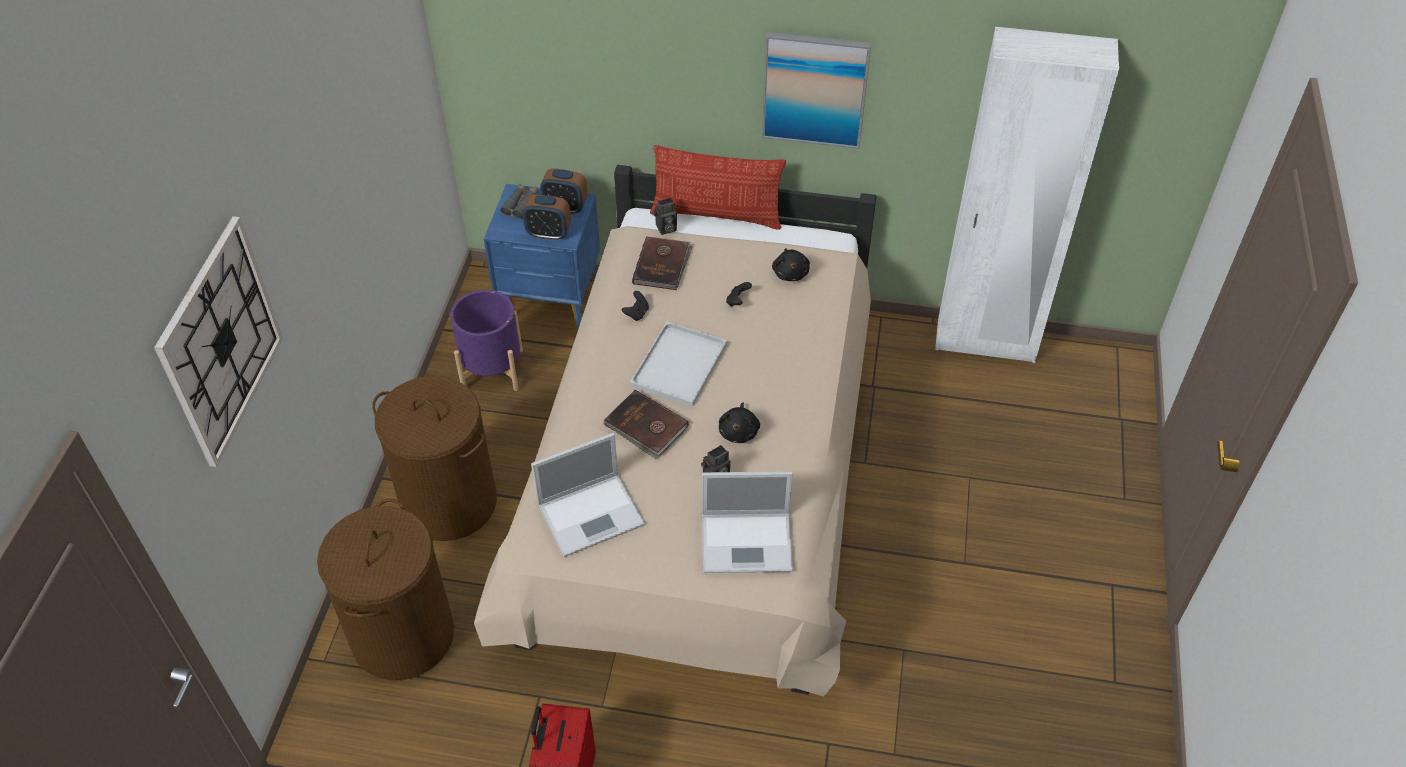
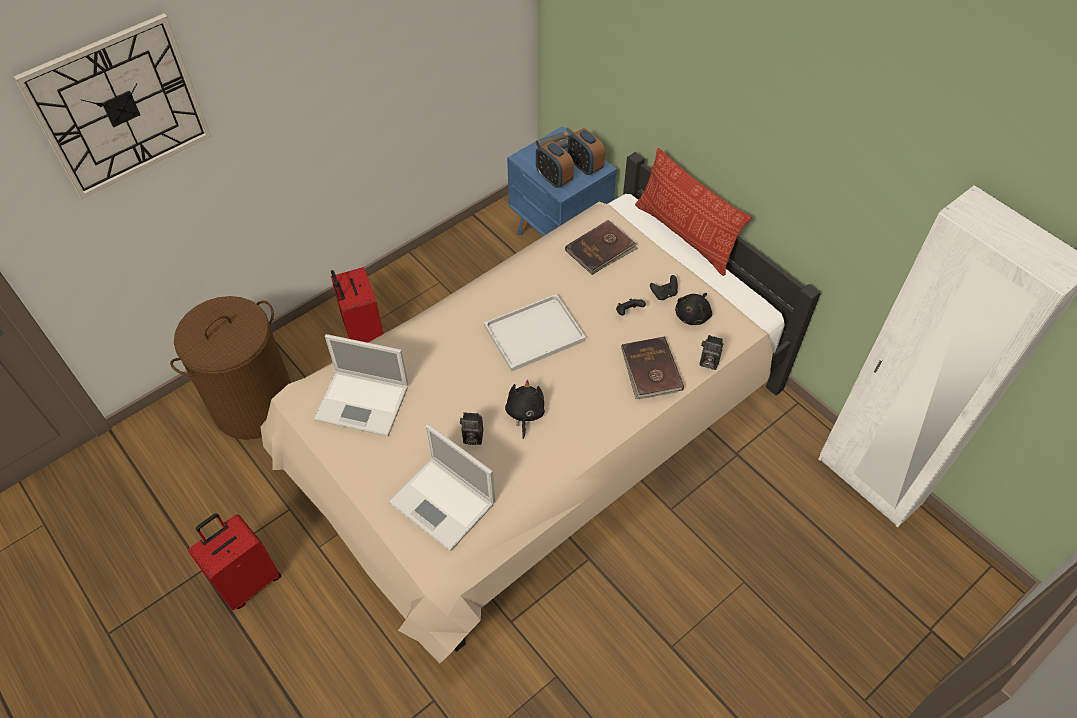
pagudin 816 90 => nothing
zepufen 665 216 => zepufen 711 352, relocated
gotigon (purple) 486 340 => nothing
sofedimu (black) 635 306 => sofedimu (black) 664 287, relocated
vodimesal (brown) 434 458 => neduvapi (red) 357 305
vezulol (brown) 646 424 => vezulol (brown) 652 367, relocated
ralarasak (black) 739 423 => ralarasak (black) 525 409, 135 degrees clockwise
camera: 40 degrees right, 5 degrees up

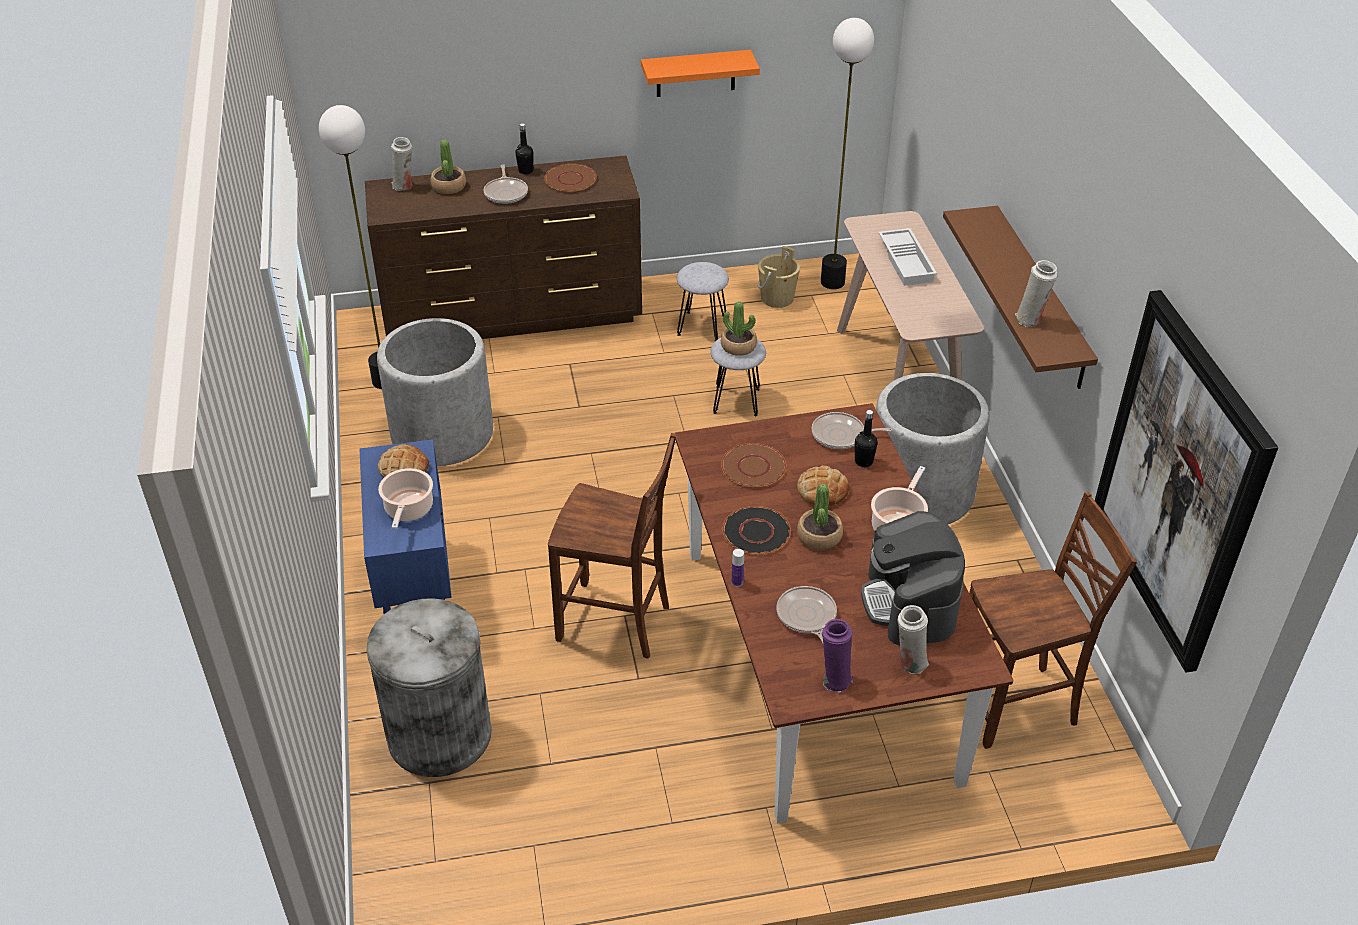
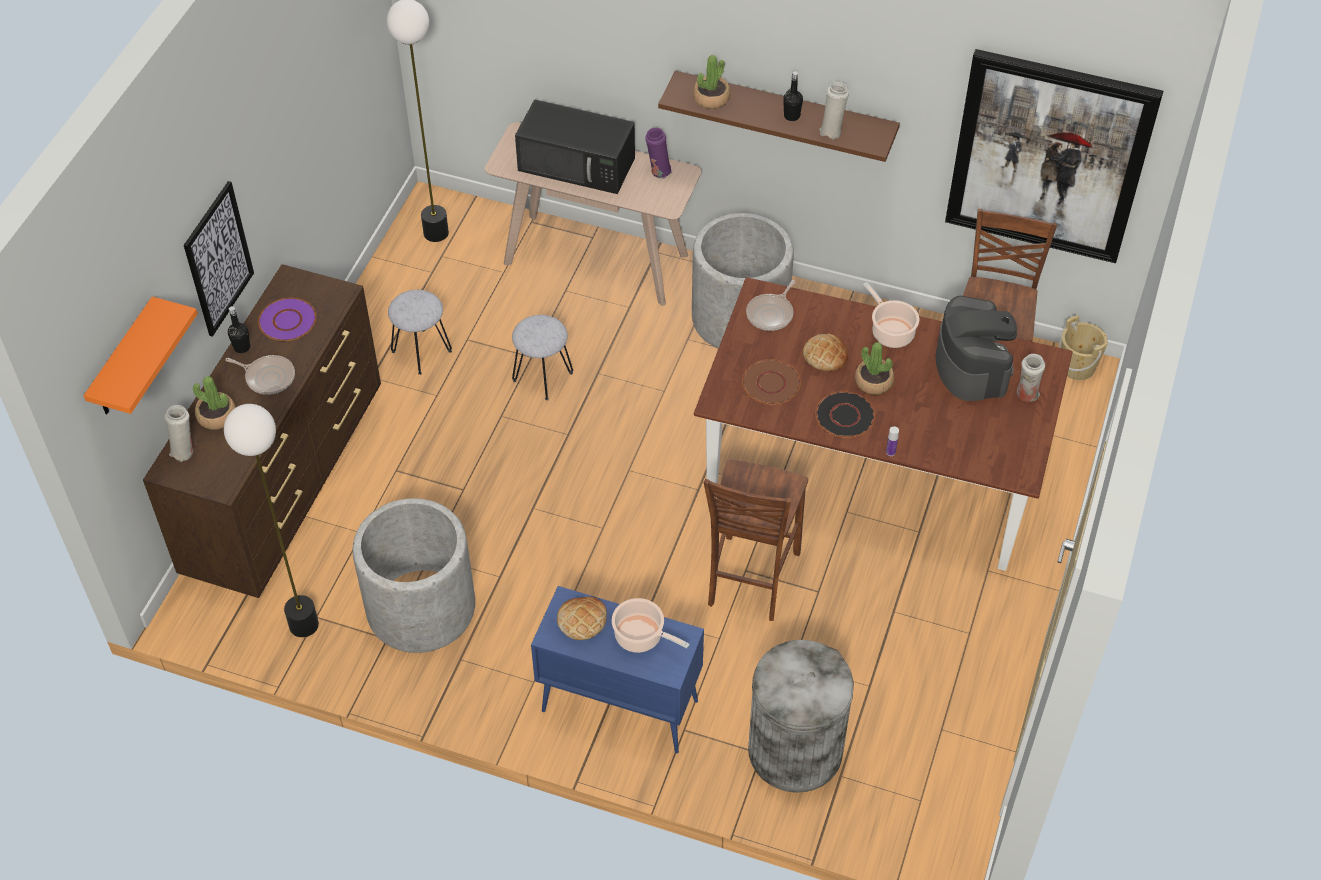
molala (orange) 700 73 => molala (orange) 141 355, relocated
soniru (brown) 570 178 => soniru (purple) 287 319
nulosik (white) 907 257 => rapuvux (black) 575 146
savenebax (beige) 779 277 => savenebax (beige) 1083 347, relocated
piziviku 739 328 => piziviku 711 82, relocated
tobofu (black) 866 438 => tobofu (black) 793 96, relocated
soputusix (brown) 612 546 => soputusix (brown) 756 540, 150 degrees clockwise
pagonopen 913 578 => pagonopen 976 348, 120 degrees counterclockwise
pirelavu 806 616 => nothing
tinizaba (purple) 837 656 => tinizaba (purple) 658 153, relocated
nothing => pagudin 219 259
camera: 60 degrees left, 10 degrees up

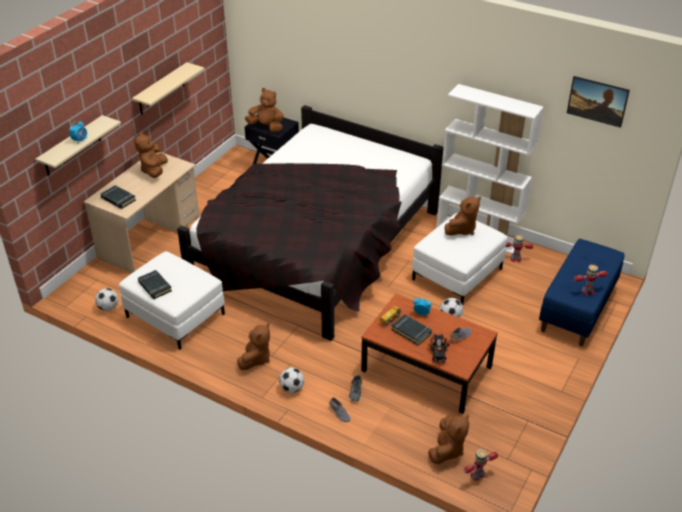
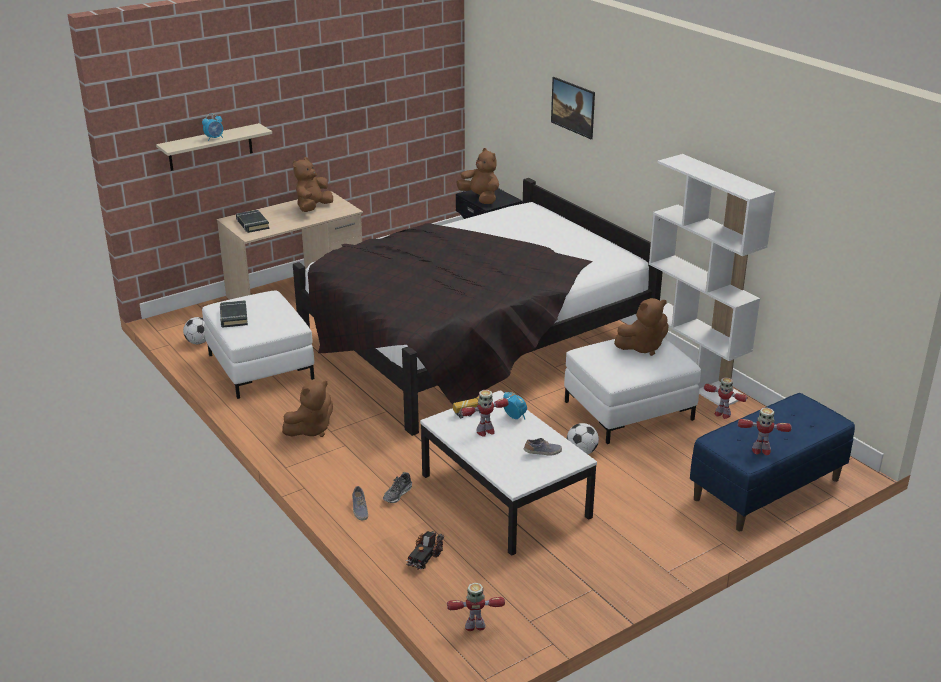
molala (beige) 168 88 => nothing
pagudin 598 102 => pagudin 573 108, relocated
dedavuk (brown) 429 354 => dedavuk (white) 508 473
vezulol (black) 411 330 => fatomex 485 413
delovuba 438 349 => delovuba 425 550, relocated
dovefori 291 380 => nothing
ralarasak (brown) 448 439 => nothing
camera: 25 degrees right, 10 degrees down

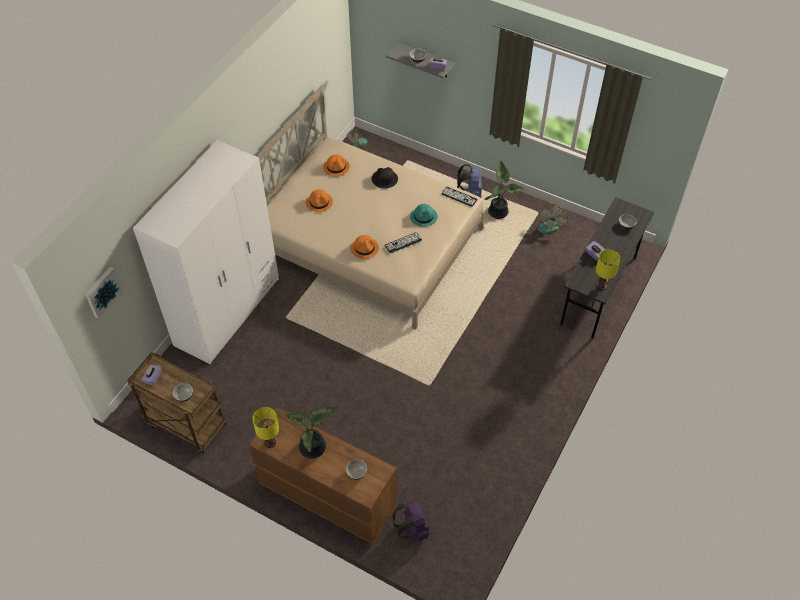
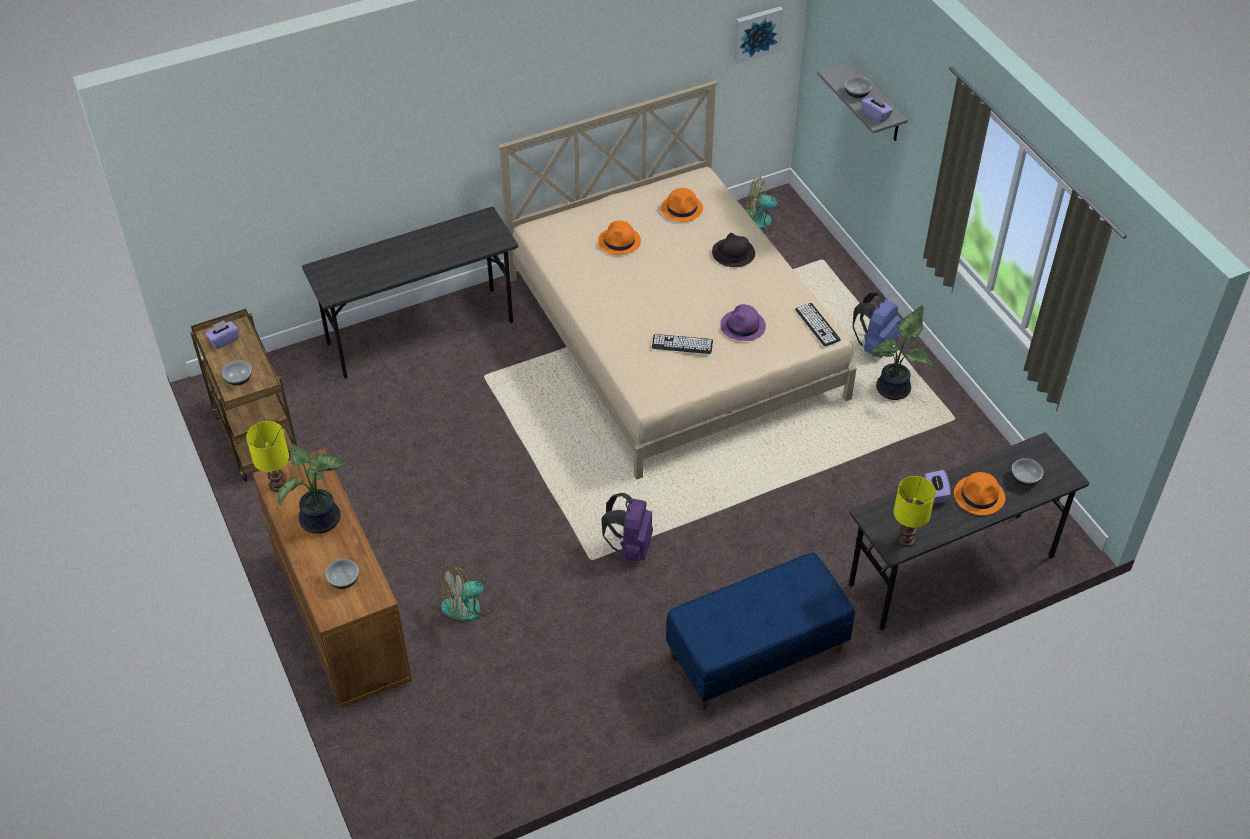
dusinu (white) 206 252 => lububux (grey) 410 292
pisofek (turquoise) 424 215 => pisofek (purple) 743 322
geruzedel 552 218 => geruzedel 470 594, relocated
pisofek (orange) 365 247 => pisofek (orange) 979 493, relocated
pagudin 104 293 => pagudin 758 35, relocated
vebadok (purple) 411 521 => vebadok (purple) 627 527, relocated
nothing => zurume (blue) 760 631
camera: 35 degrees right, 5 degrees down

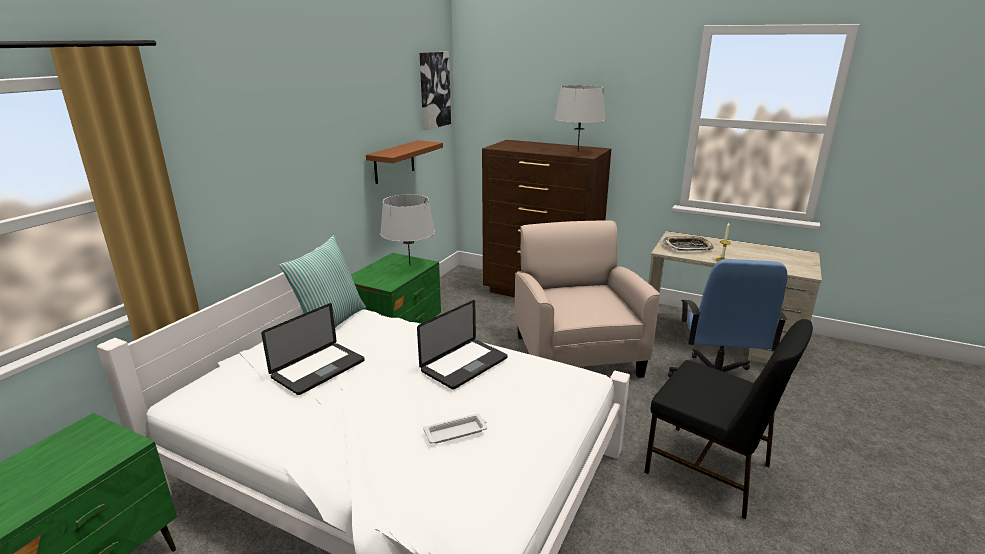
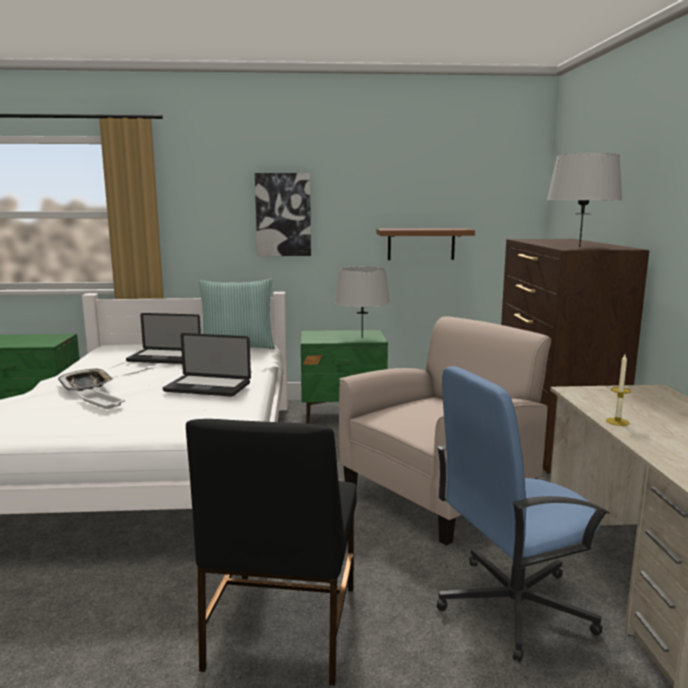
pagudin 435 91 => pagudin 283 214, relocated
nulosik 688 243 => nulosik 85 380, relocated
camera: 60 degrees right, 10 degrees down

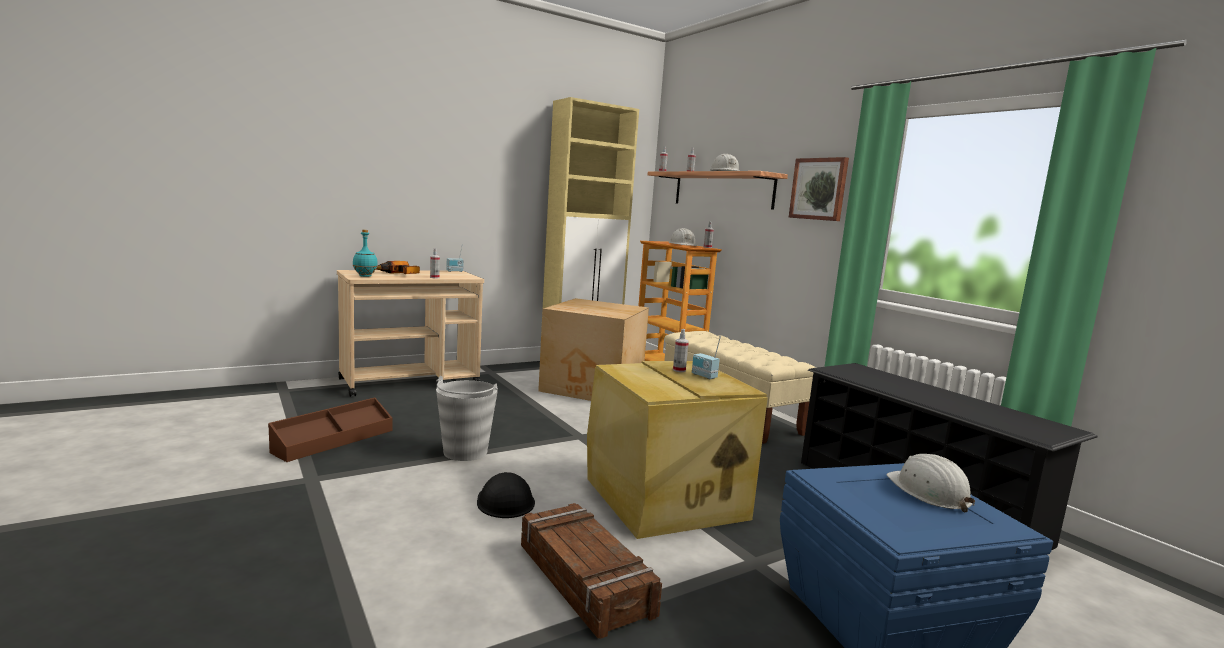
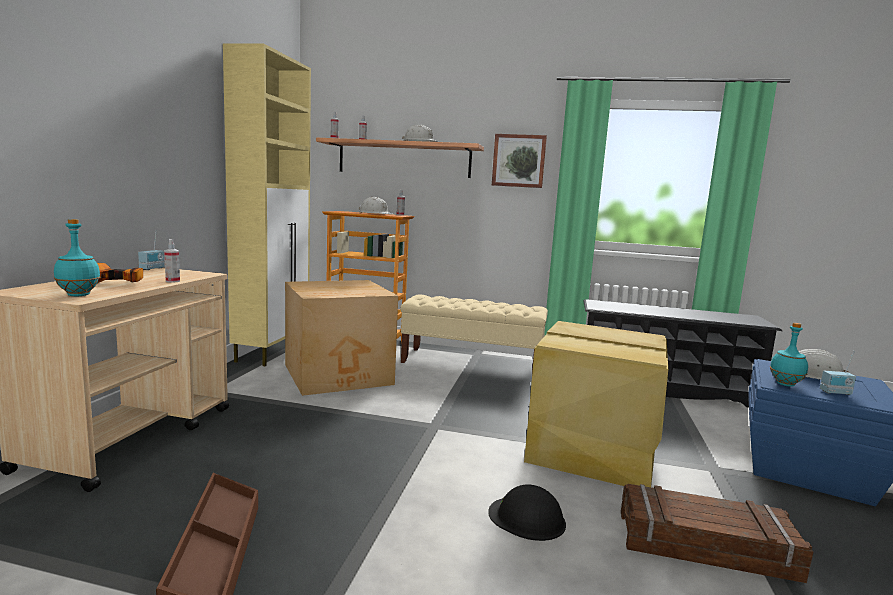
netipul 681 350 => nothing
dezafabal 706 357 => dezafabal 838 373, relocated
savenebax (grey) 467 418 => nothing
nothing => tobofu (turquoise) 789 355
camera: 45 degrees left, 0 degrees up

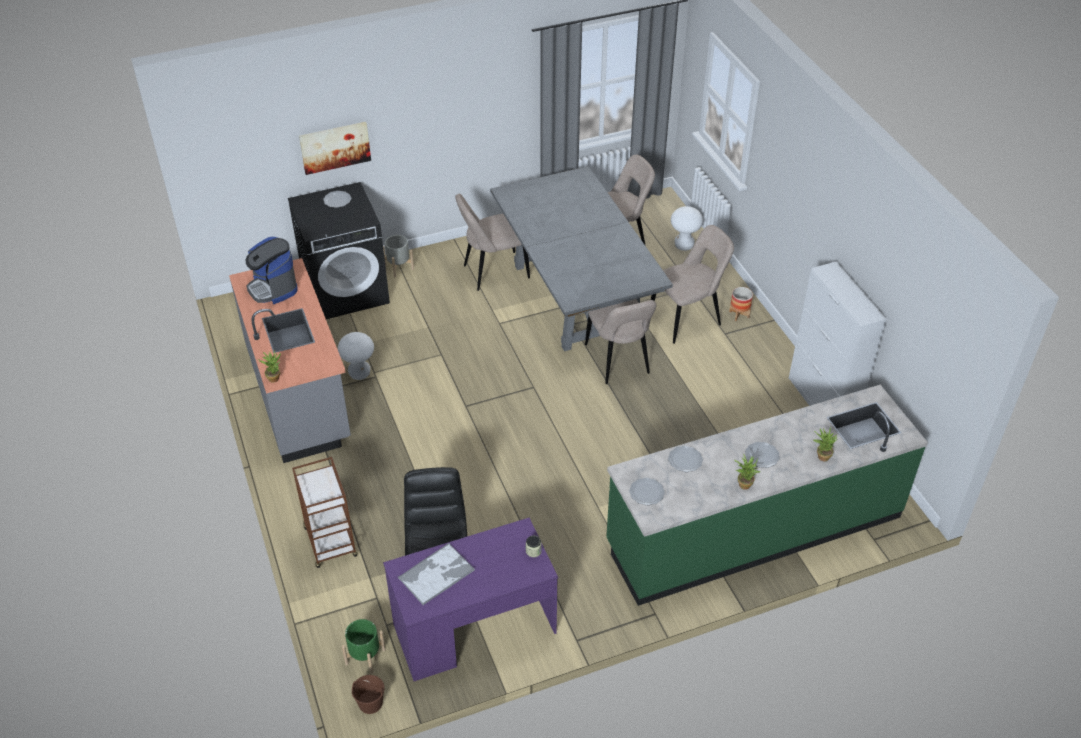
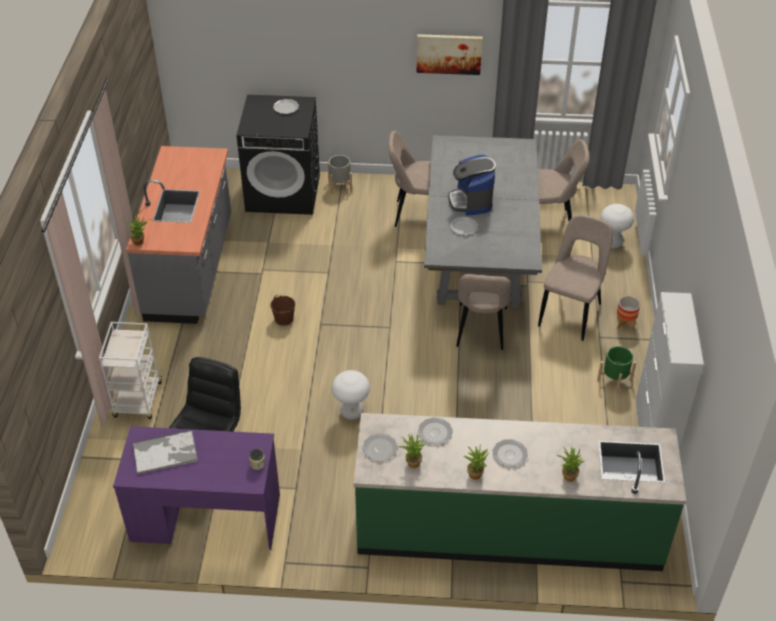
pagudin 335 148 => pagudin 450 54, relocated
soputusix (beige) 692 284 => soputusix (beige) 576 278, 60 degrees counterclockwise
pagonopen 272 270 => pagonopen 472 185, relocated
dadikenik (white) 356 356 => dadikenik (white) 351 395, relocated
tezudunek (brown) 325 512 => tezudunek (white) 130 370
gotigon (green) 363 646 => gotigon (green) 616 370, relocated
savenebax (brown) 368 694 => savenebax (brown) 282 310, relocated
nothing => soniru 464 226
nothing => piziviku 411 450
camera: 25 degrees right, 0 degrees up

